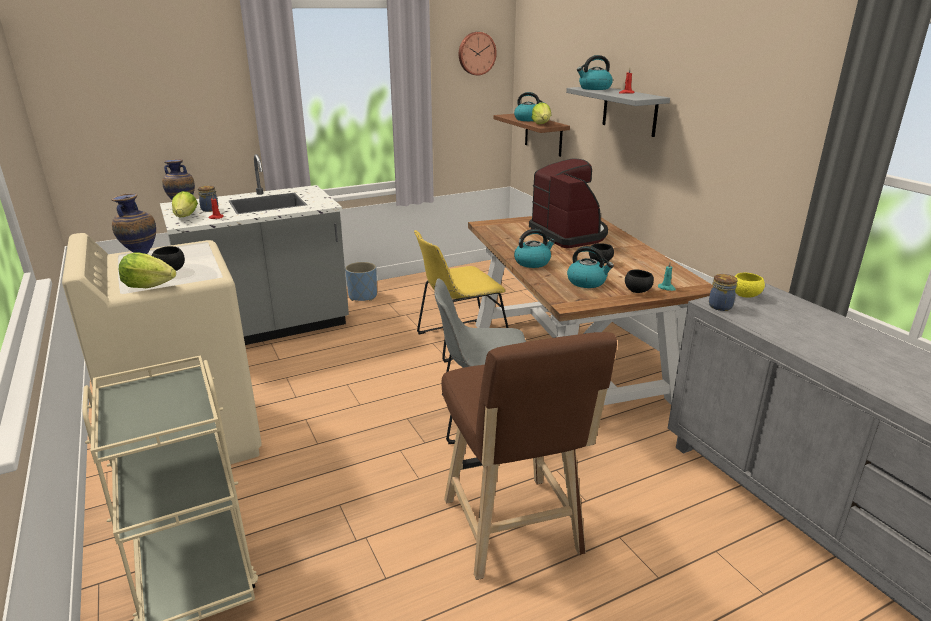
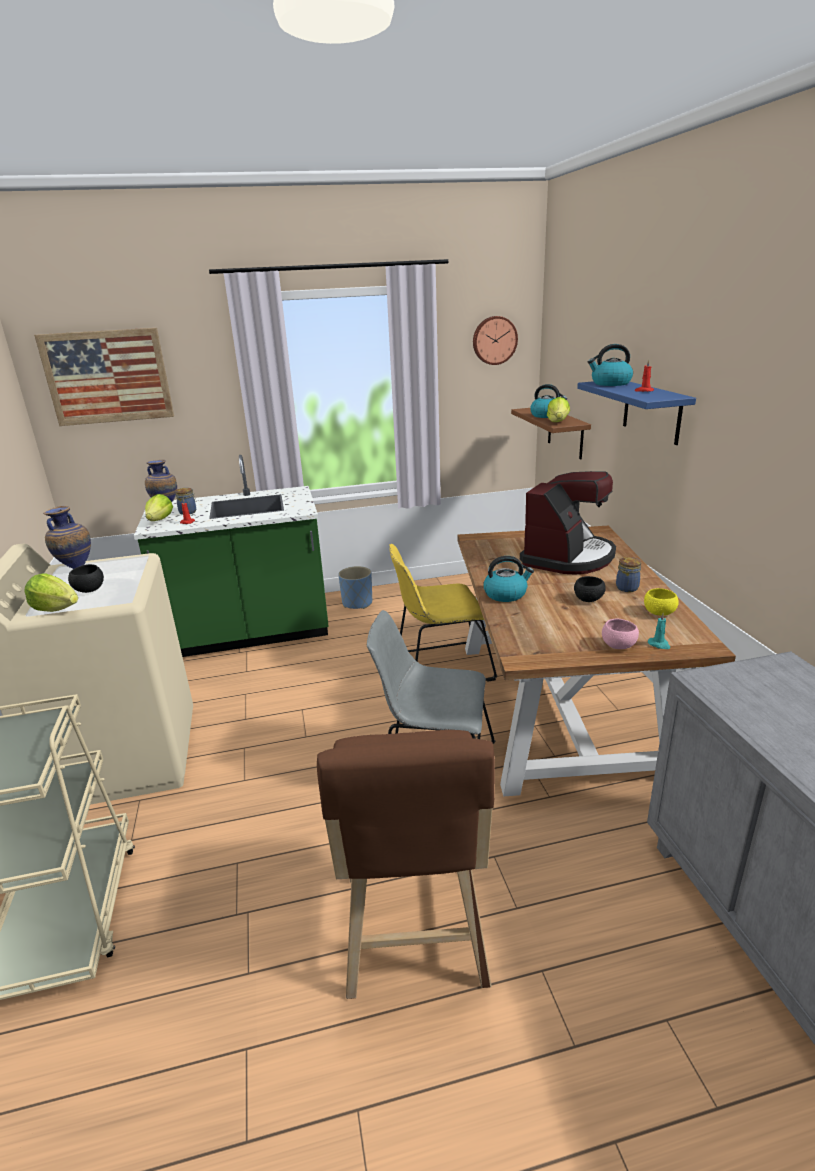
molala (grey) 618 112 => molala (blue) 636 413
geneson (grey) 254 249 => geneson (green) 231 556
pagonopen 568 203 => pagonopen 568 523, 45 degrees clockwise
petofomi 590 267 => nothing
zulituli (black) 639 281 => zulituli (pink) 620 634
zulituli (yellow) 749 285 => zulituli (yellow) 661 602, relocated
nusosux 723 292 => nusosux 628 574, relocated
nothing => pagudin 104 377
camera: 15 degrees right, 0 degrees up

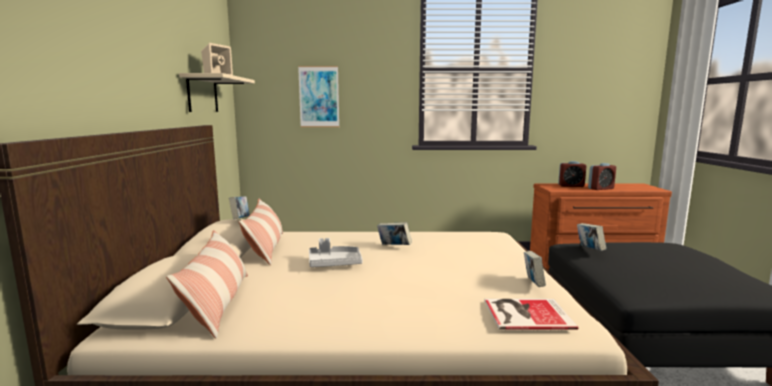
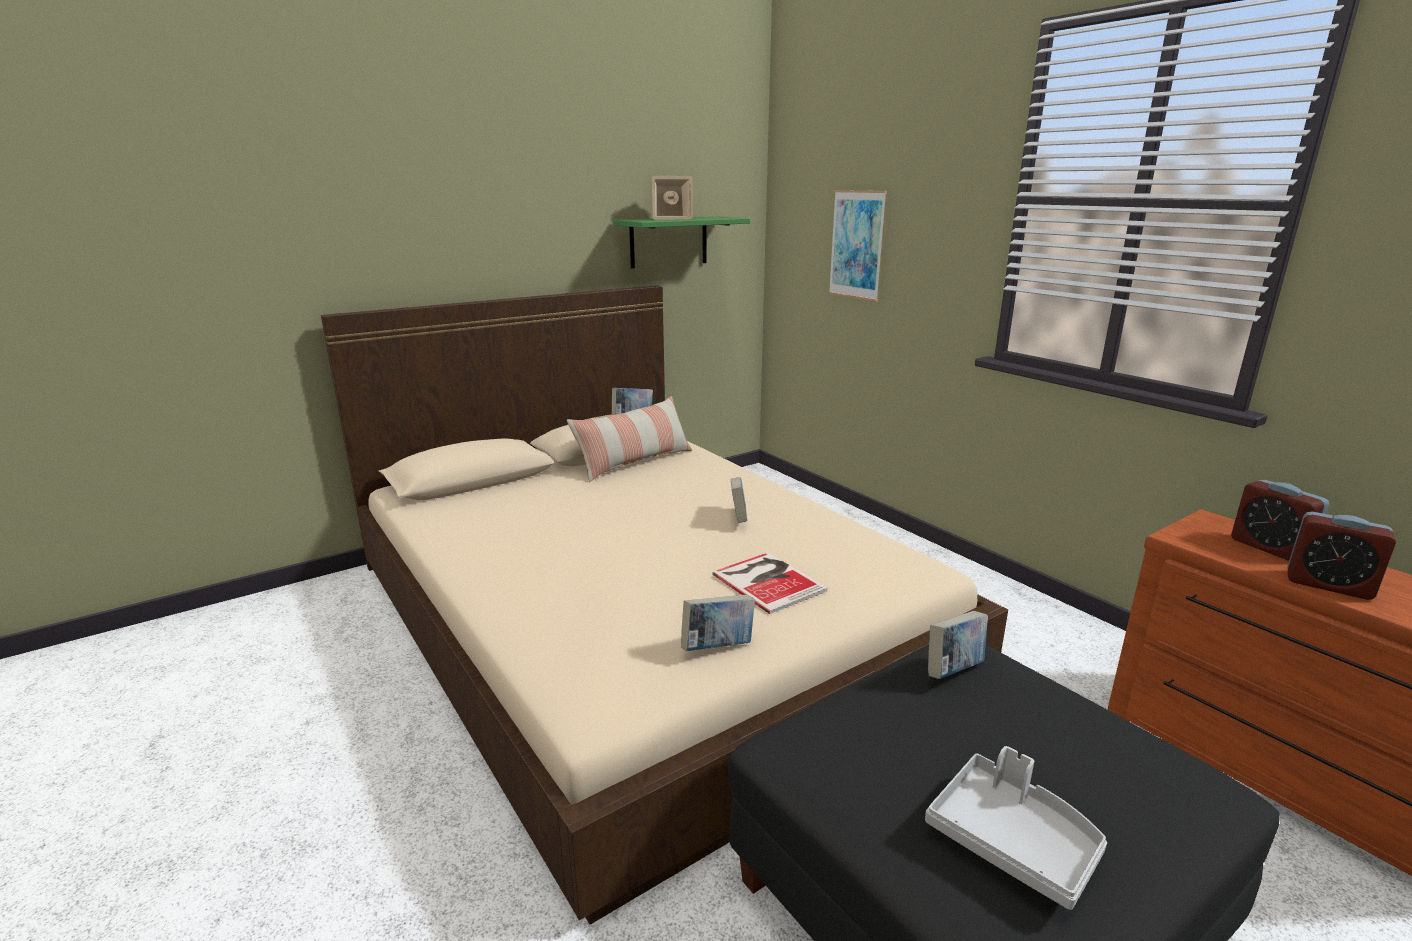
molala (beige) 217 92 => molala (green) 681 242
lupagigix 207 284 => nothing
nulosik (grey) 336 252 => nulosik (grey) 1016 828, relocated
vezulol 531 314 => vezulol 769 583, relocated
camera: 55 degrees right, 10 degrees up

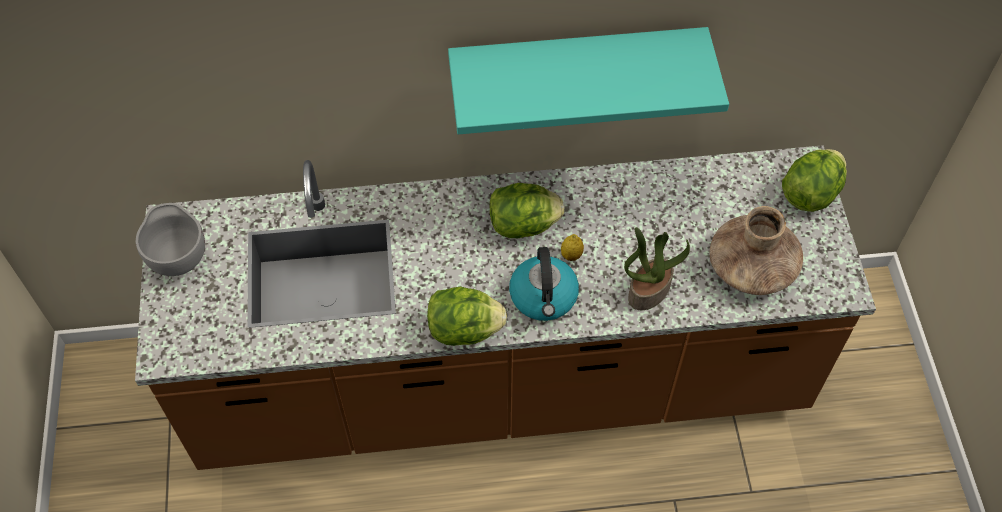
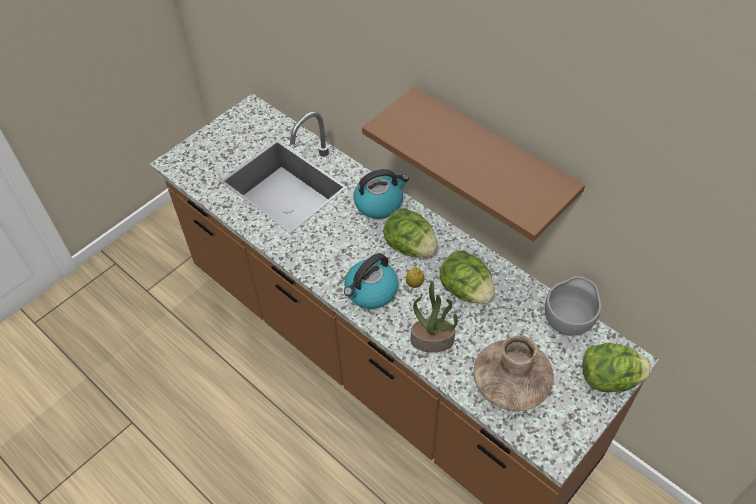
molala (turquoise) 588 80 => molala (brown) 473 164
zulituli (grey) 170 239 => zulituli (grey) 573 306, relocated
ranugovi 467 316 => ranugovi 467 277, relocated
nothing => petofomi 381 194
camera: 50 degrees right, 5 degrees down

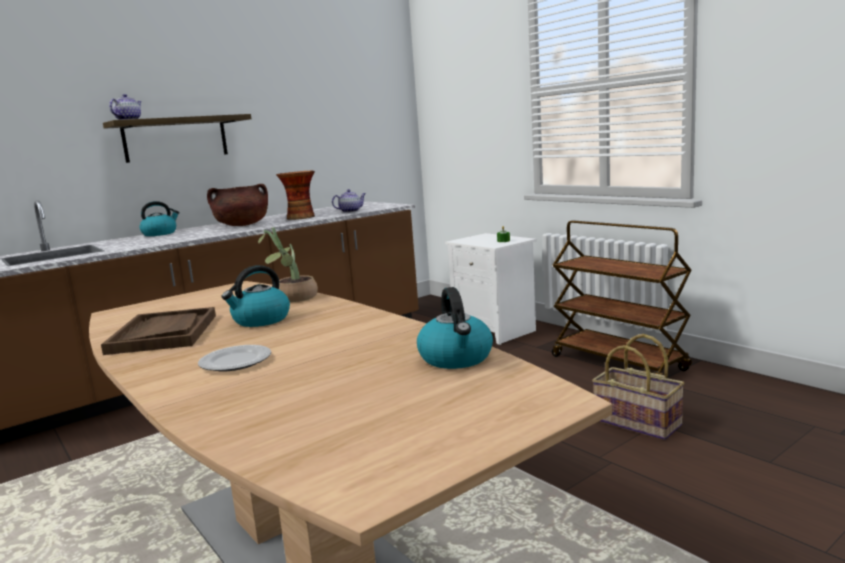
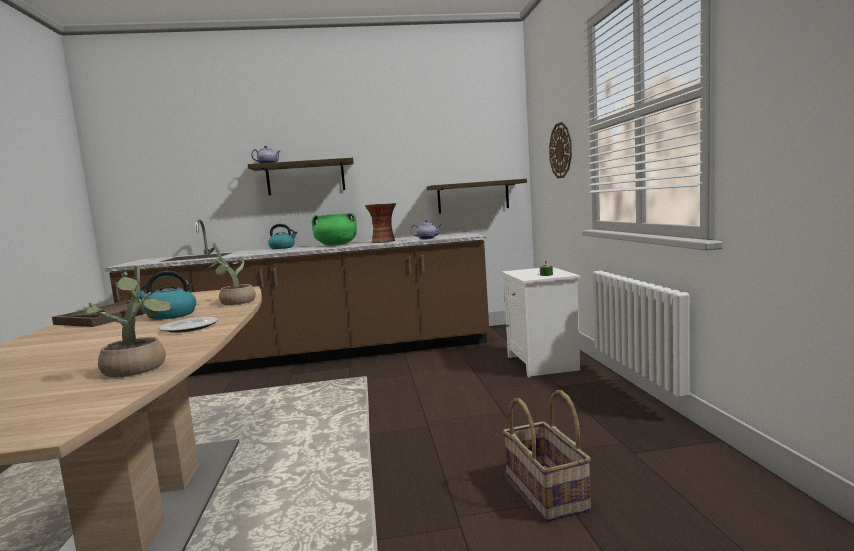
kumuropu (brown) 237 205 => kumuropu (green) 334 229
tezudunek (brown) 622 297 => nothing
petofomi 455 328 => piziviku 129 321
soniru 234 358 => soniru 188 325, relocated
nothing => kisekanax 560 150
nothing => molala 477 196
camera: 30 degrees right, 5 degrees down

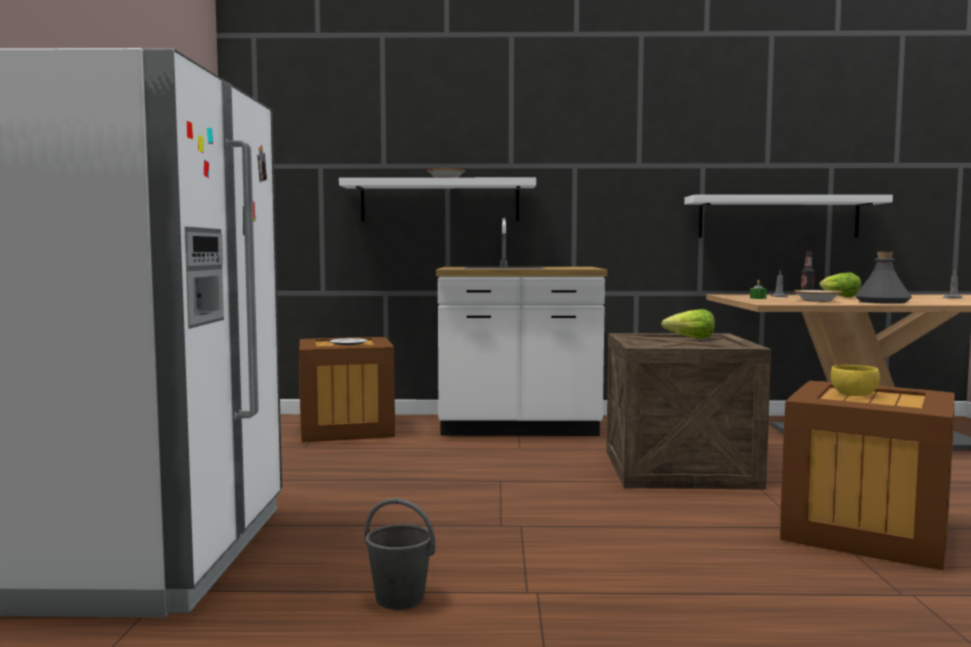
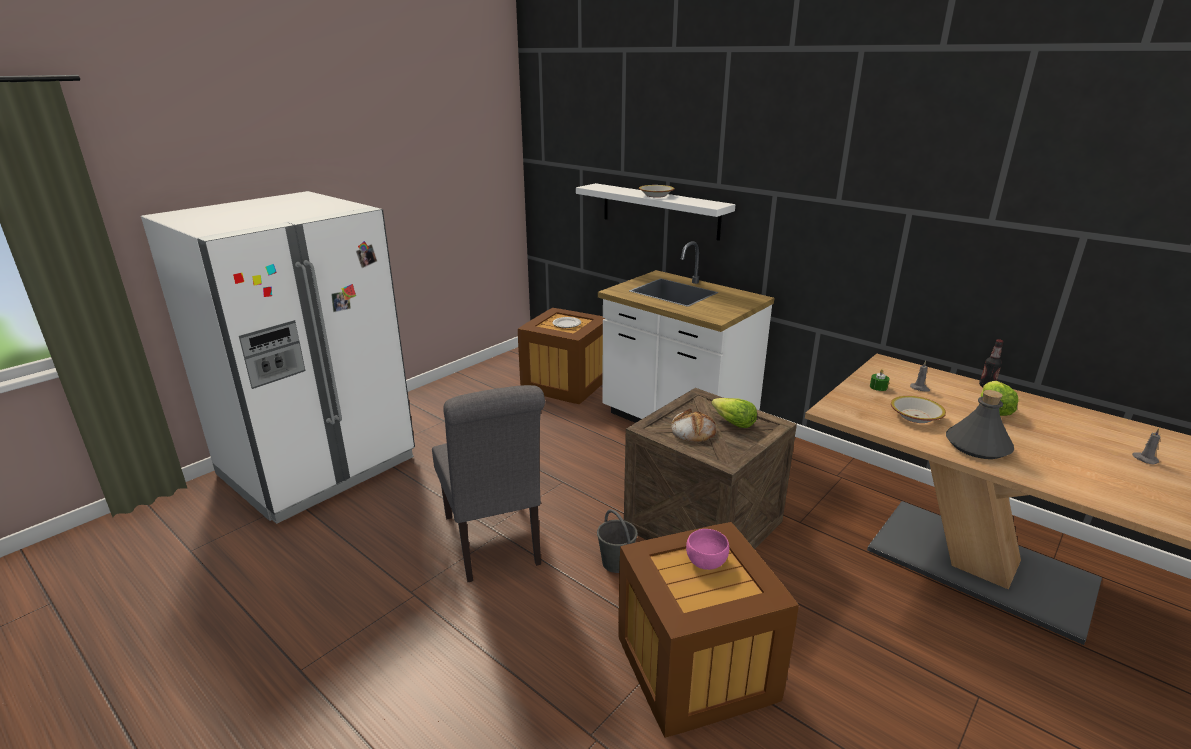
molala (white) 788 216 => nothing
zulituli (yellow) 855 380 => zulituli (pink) 707 549
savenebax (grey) 400 554 => savenebax (grey) 617 541, relocated
nothing => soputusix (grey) 488 483
nothing => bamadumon 693 425
camera: 40 degrees right, 20 degrees up

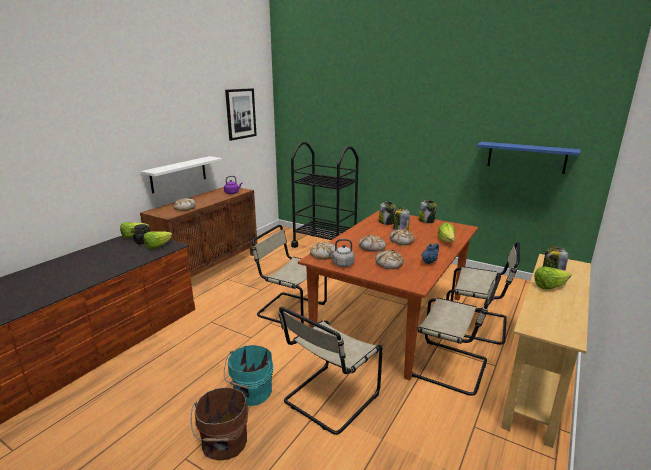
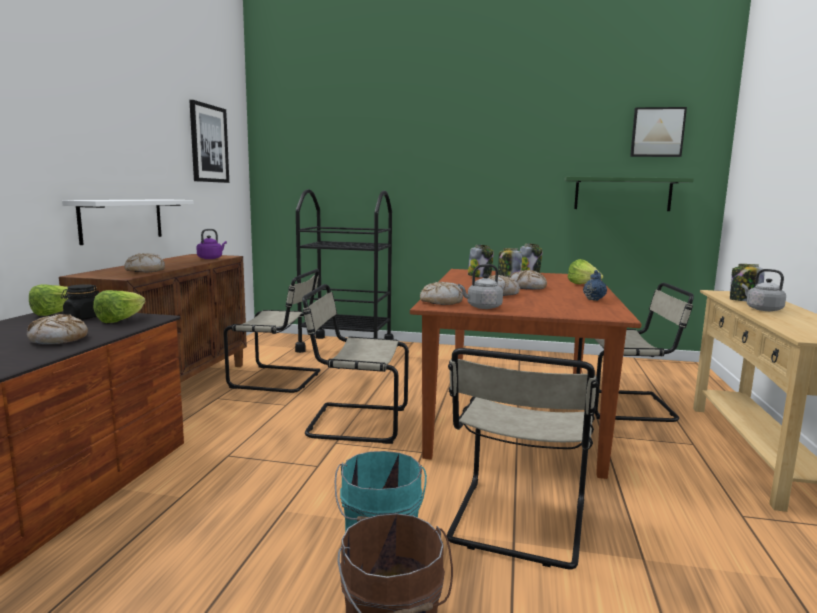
molala (blue) 529 158 => molala (green) 629 194
bamadumon 389 259 => bamadumon 57 329, relocated
ranugovi 552 278 => petofomi (grey) 764 290
soputusix (beige) 456 335 => soputusix (beige) 272 331, relocated
nothing => pagudin 658 132
camera: 20 degrees left, 10 degrees down

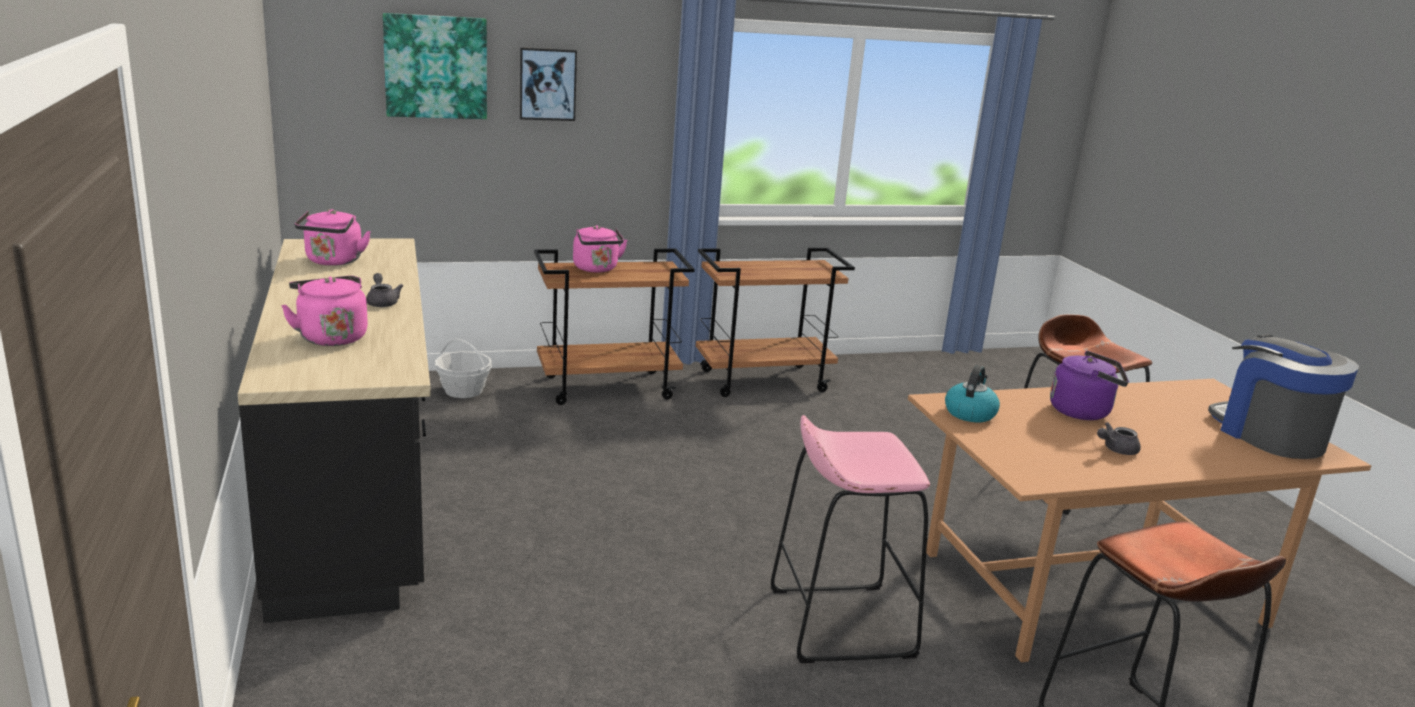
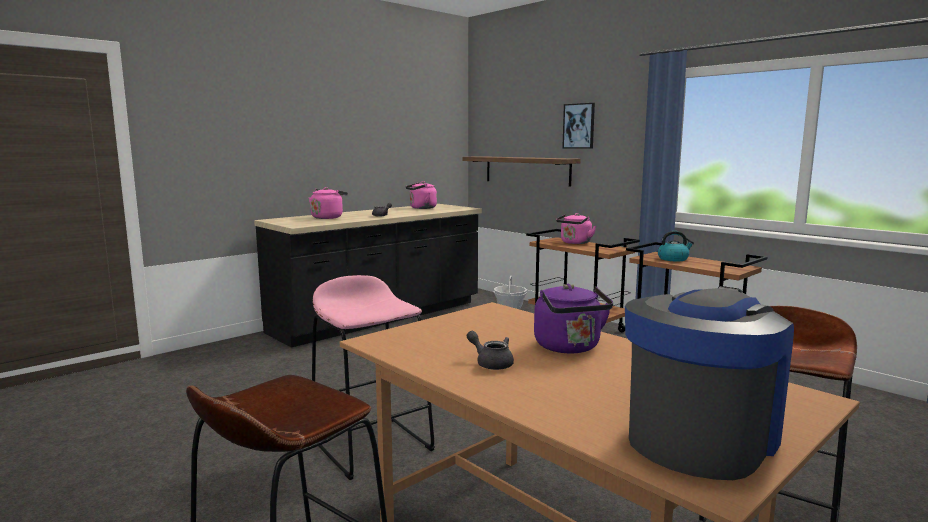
pagudin 435 66 => nothing
petofomi 972 393 => petofomi 676 246, relocated
nothing => molala 522 171
camera: 65 degrees right, 10 degrees down

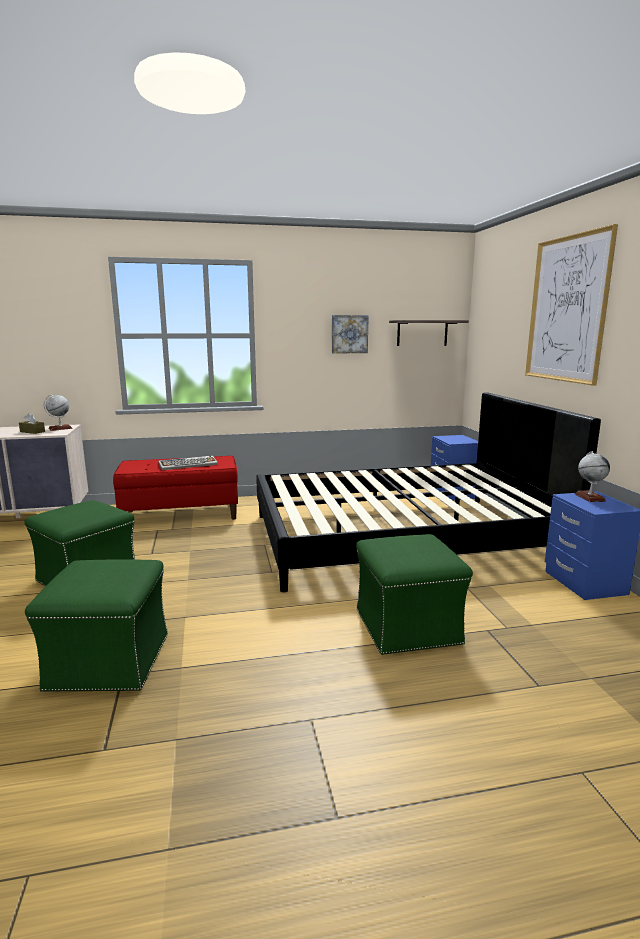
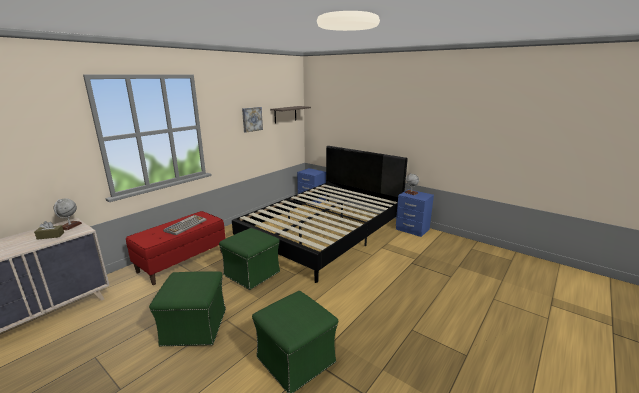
pagudin 571 305 => nothing
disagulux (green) 414 594 => disagulux (green) 249 259, relocated
camera: 40 degrees left, 5 degrees up

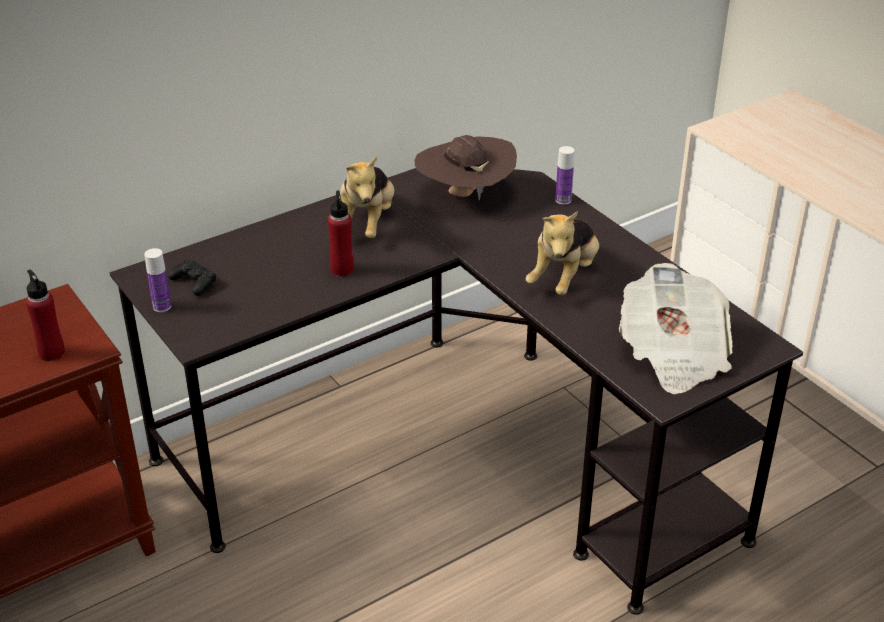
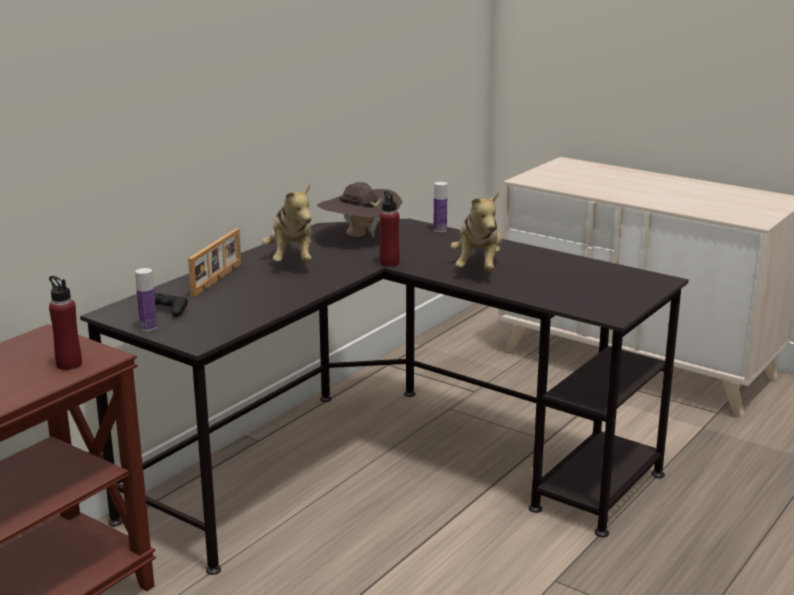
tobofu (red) 341 233 => tobofu (red) 389 229, relocated
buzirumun 675 329 => nothing
nothing => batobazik 214 262
camera: 20 degrees left, 15 degrees down

